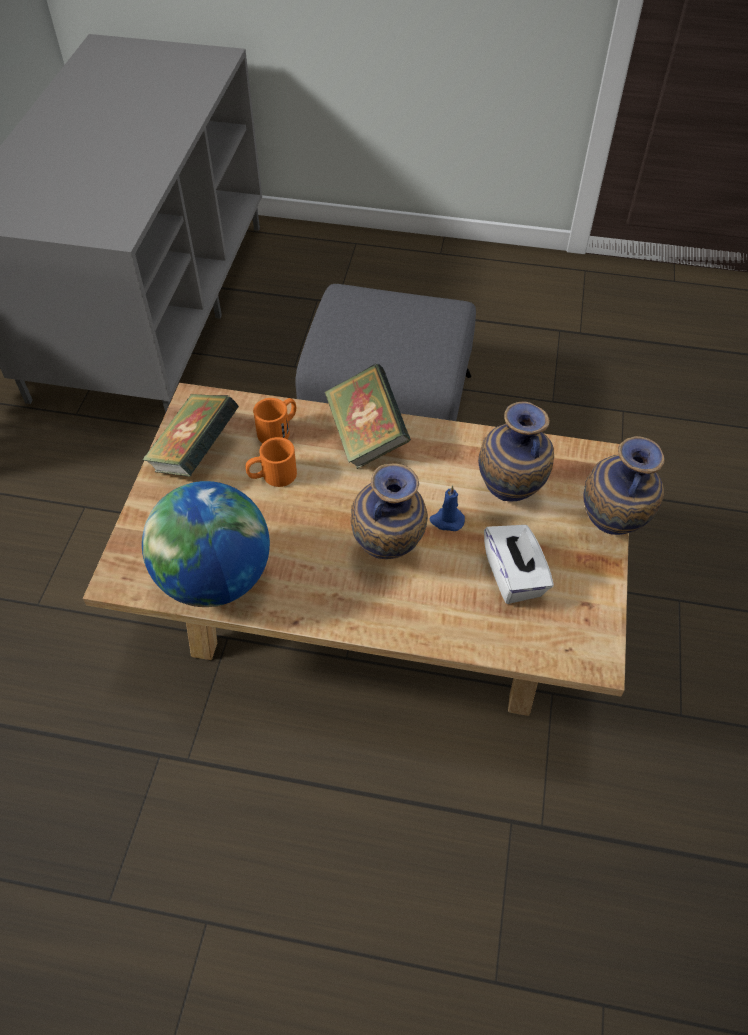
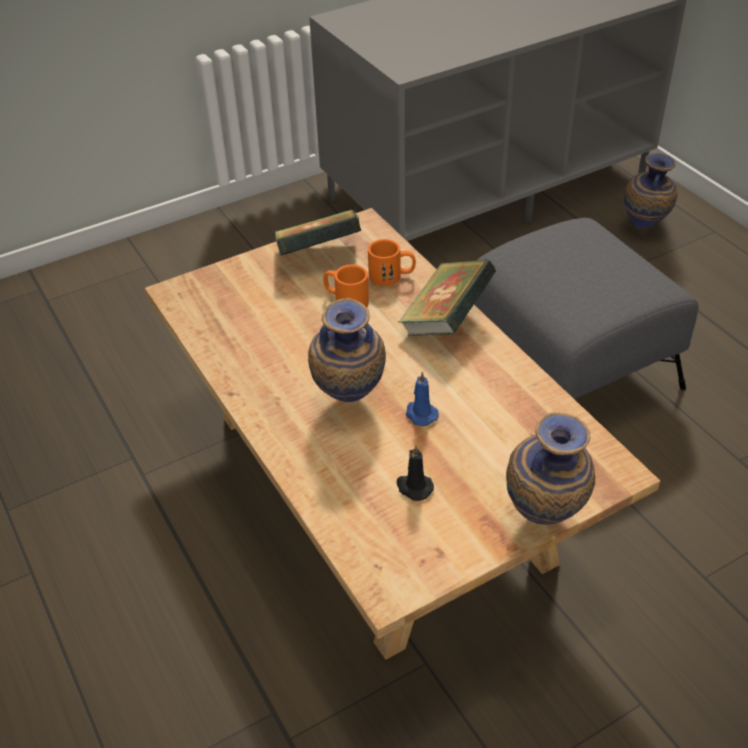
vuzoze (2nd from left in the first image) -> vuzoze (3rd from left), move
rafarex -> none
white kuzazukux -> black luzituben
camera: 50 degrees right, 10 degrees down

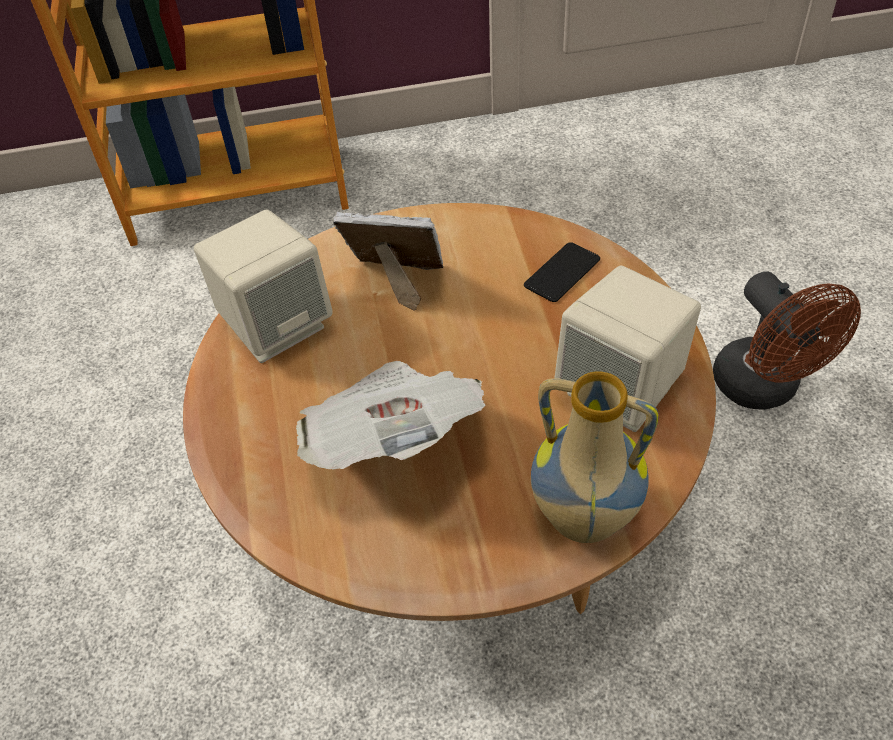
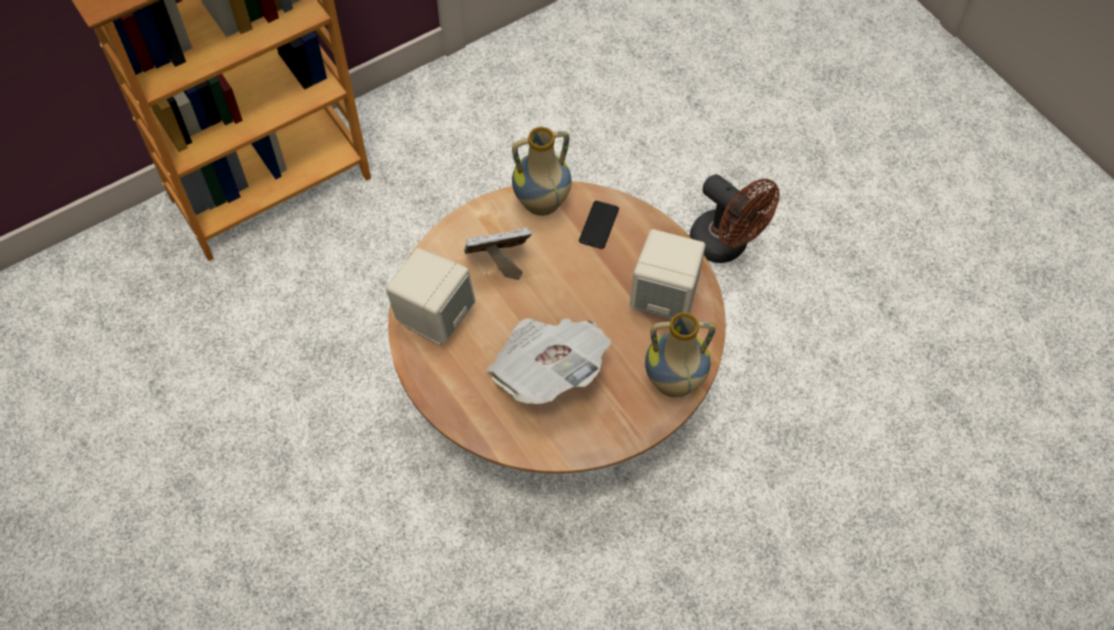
none -> vuzoze (1st from left)
camera: 25 degrees left, 10 degrees up

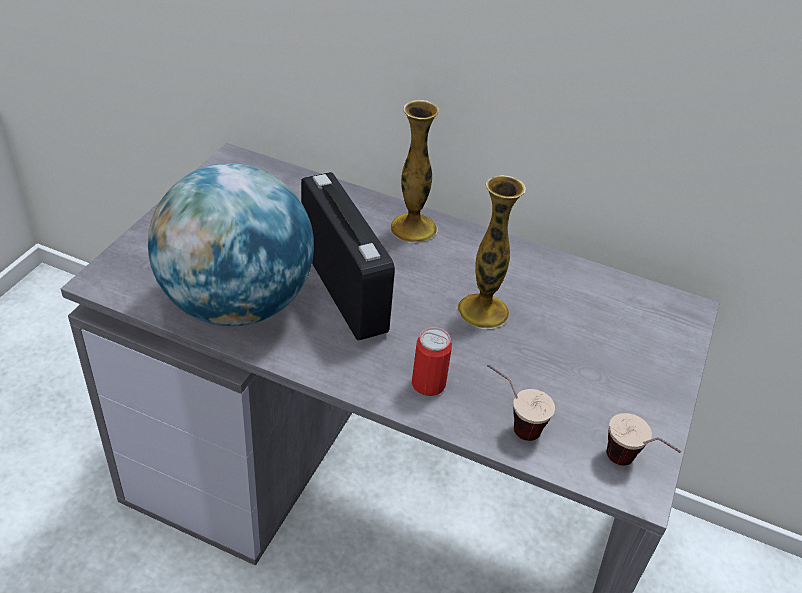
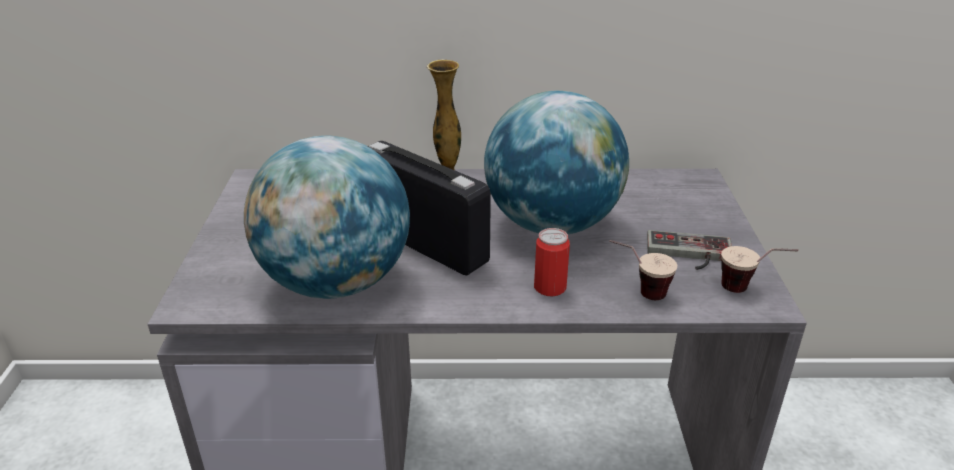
vuzoze (2nd from left) -> rafarex (2nd from left)
none -> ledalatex
camera: 20 degrees left, 10 degrees down

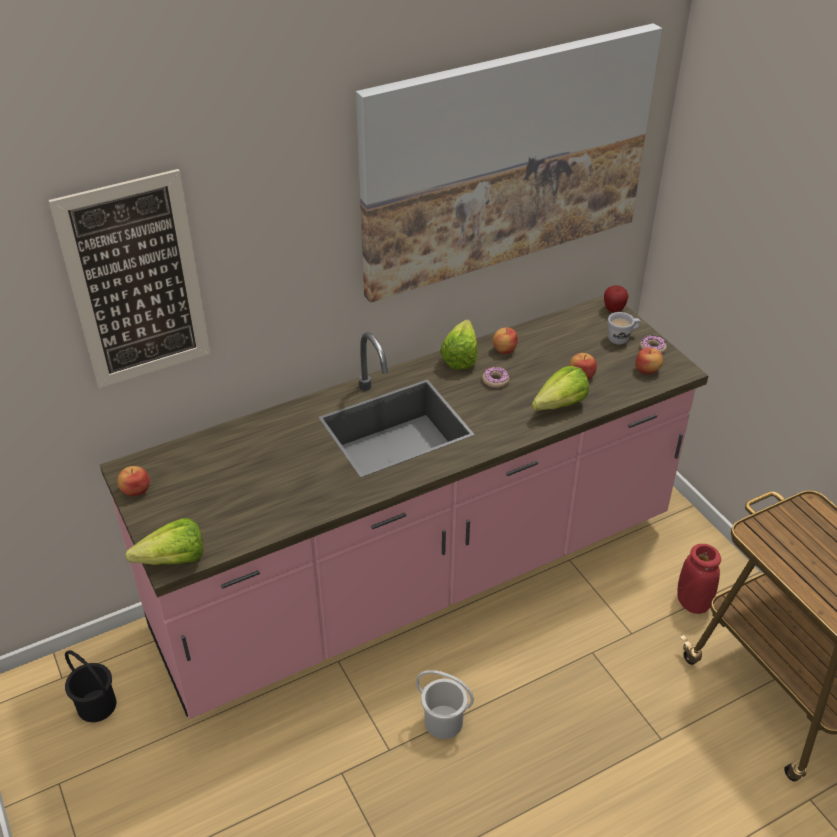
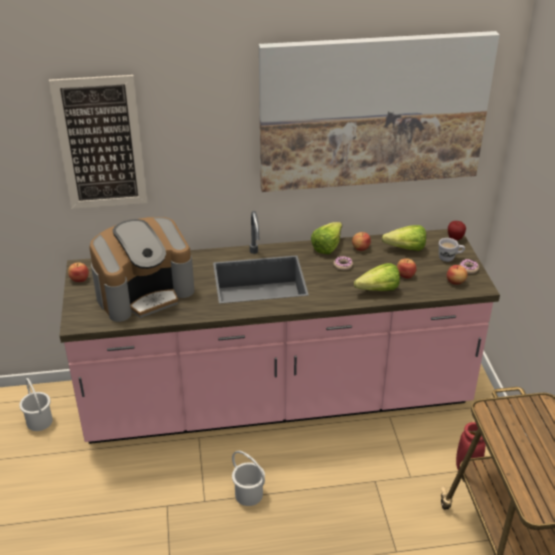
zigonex (1st from left in the first image) -> zigonex (3rd from left), move
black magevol -> white magevol (1st from left)
none -> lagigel
camera: 20 degrees right, 5 degrees down

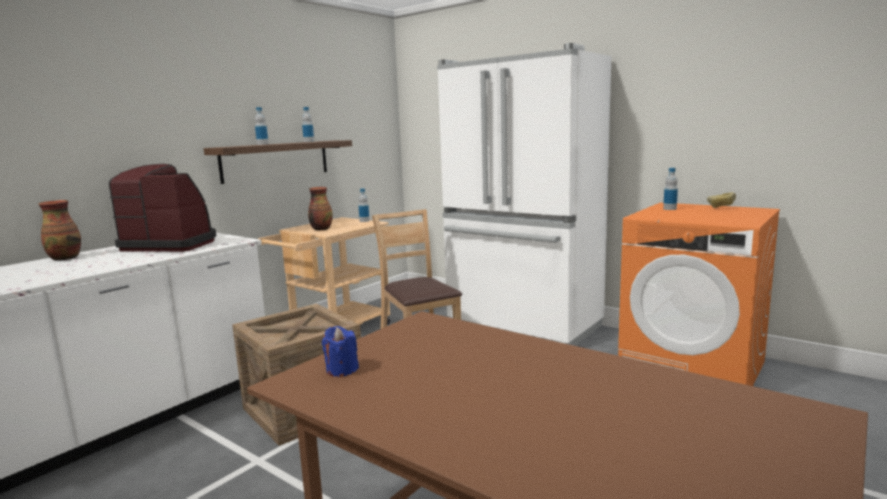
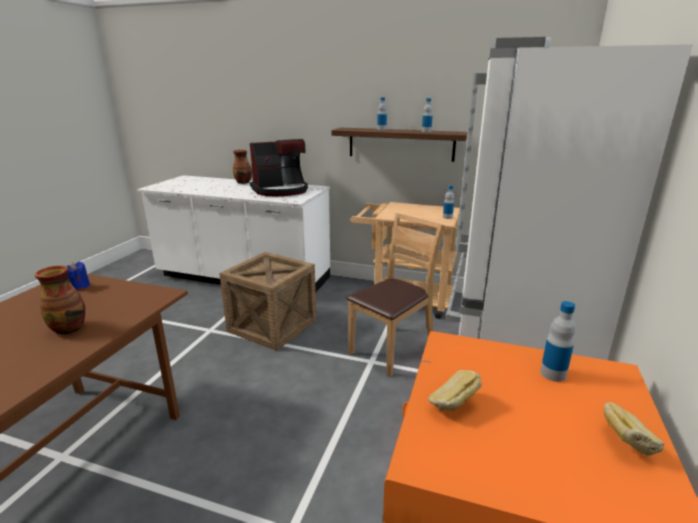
lagigel, 75 degrees clockwise
vuzoze (2nd from left in the first image) -> vuzoze (1st from left), move
none -> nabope (1st from left)
camera: 70 degrees right, 10 degrees up

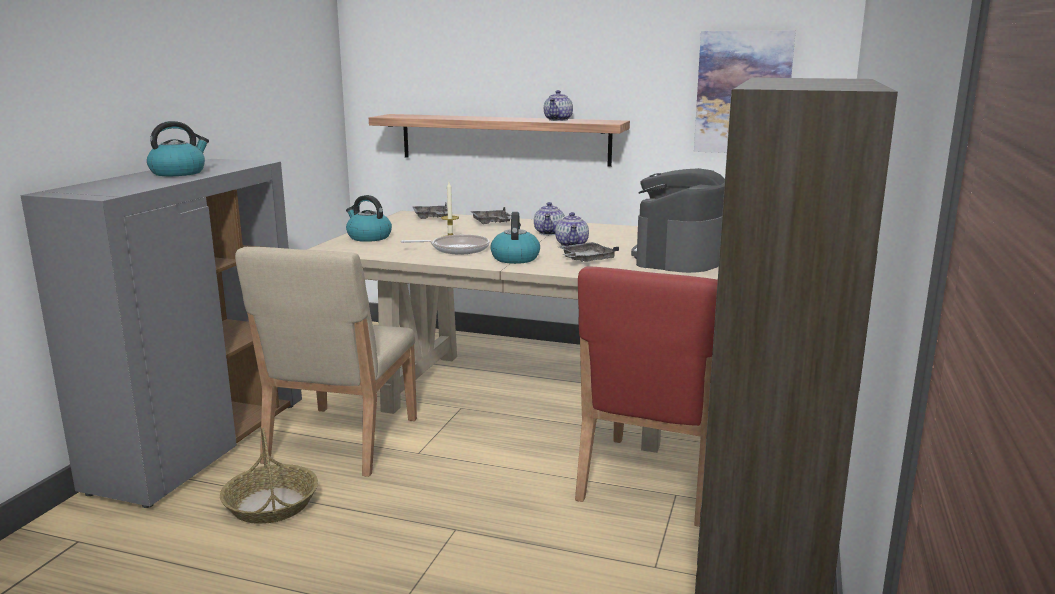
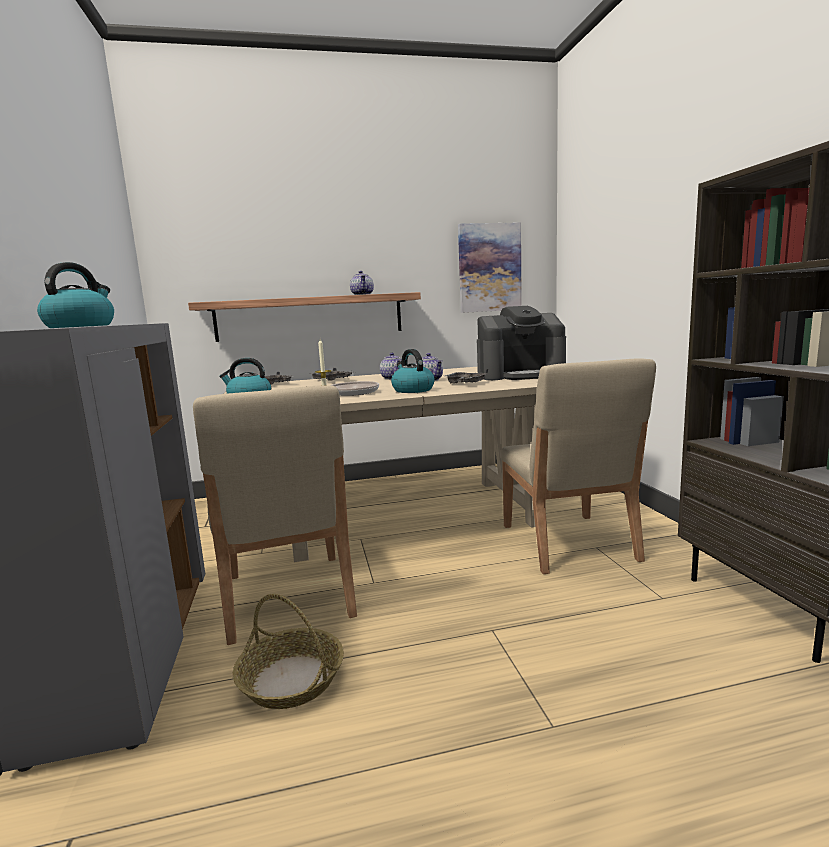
lagigel, 90 degrees counterclockwise
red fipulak -> beige fipulak (2nd from left)
camera: 30 degrees left, 5 degrees down

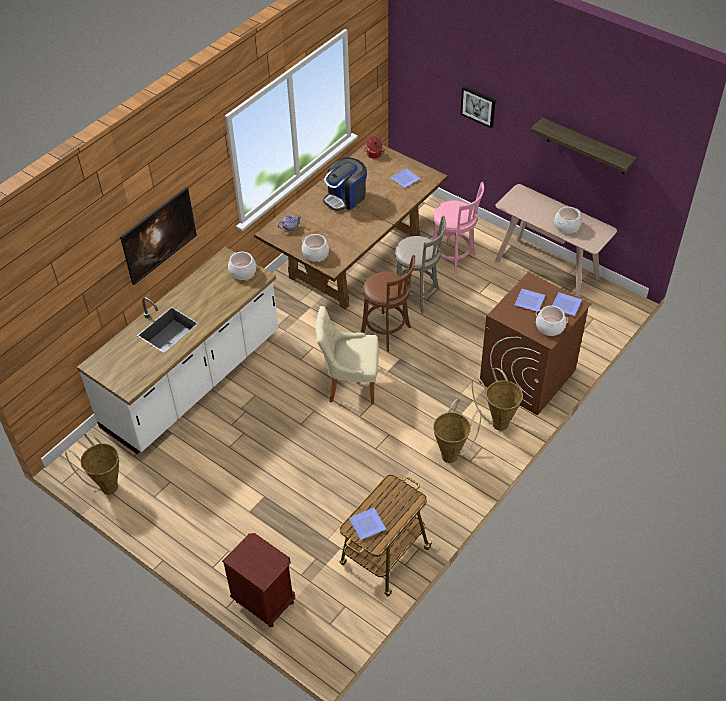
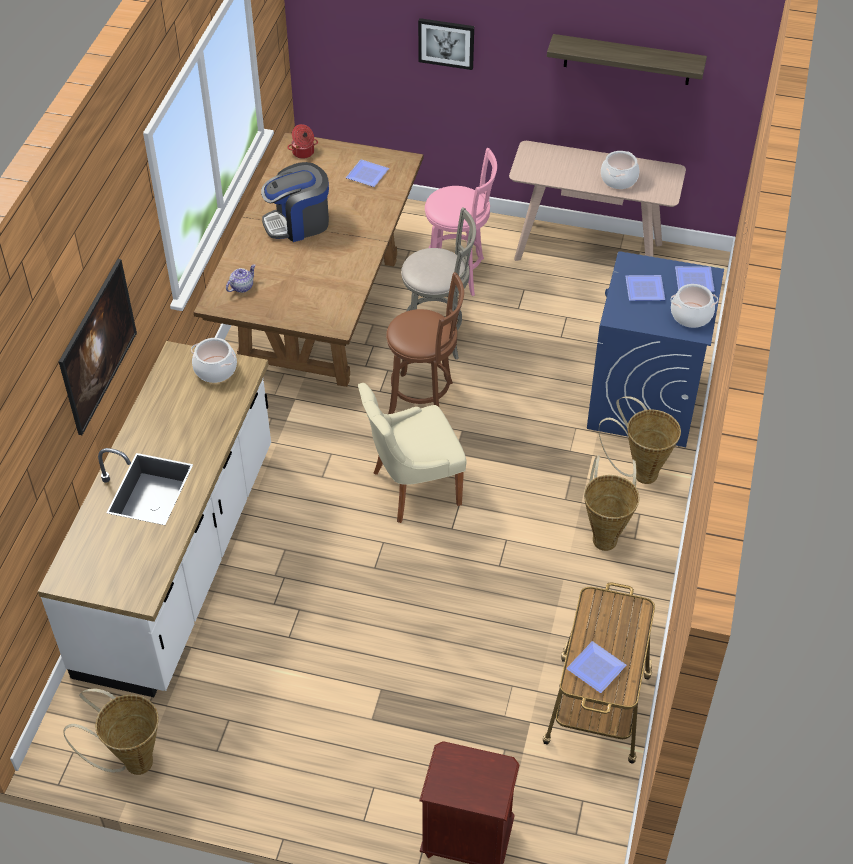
lagigel, 45 degrees clockwise
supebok (2nd from left) -> none
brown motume -> blue motume
camera: 25 degrees left, 0 degrees up

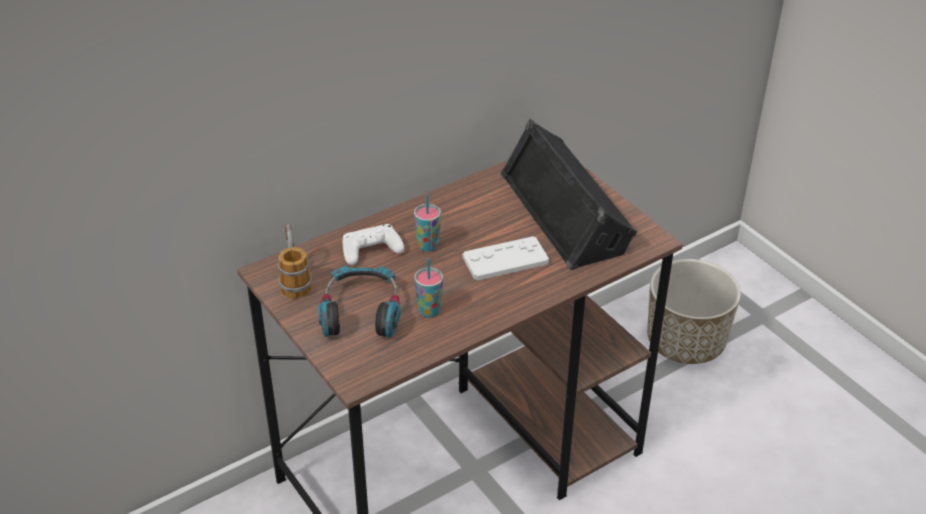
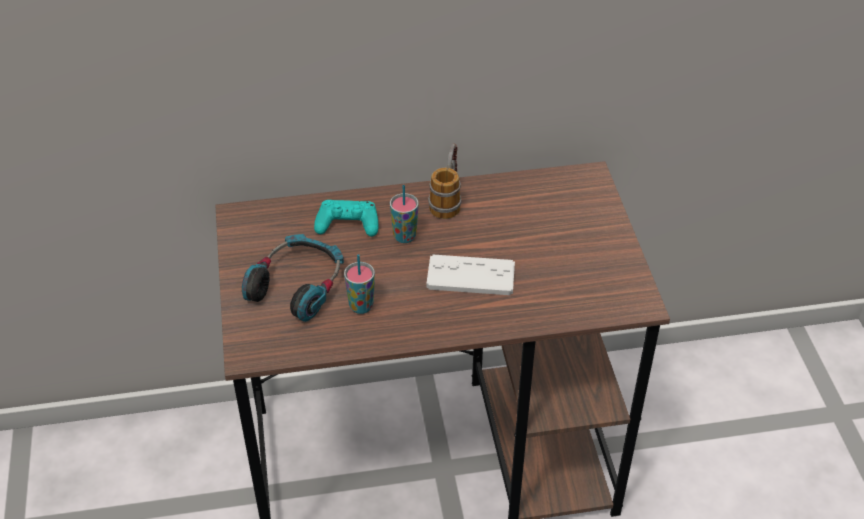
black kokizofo -> none
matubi, move
white ledalatex (1st from left) -> turquoise ledalatex
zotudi -> none
camera: 25 degrees right, 5 degrees up

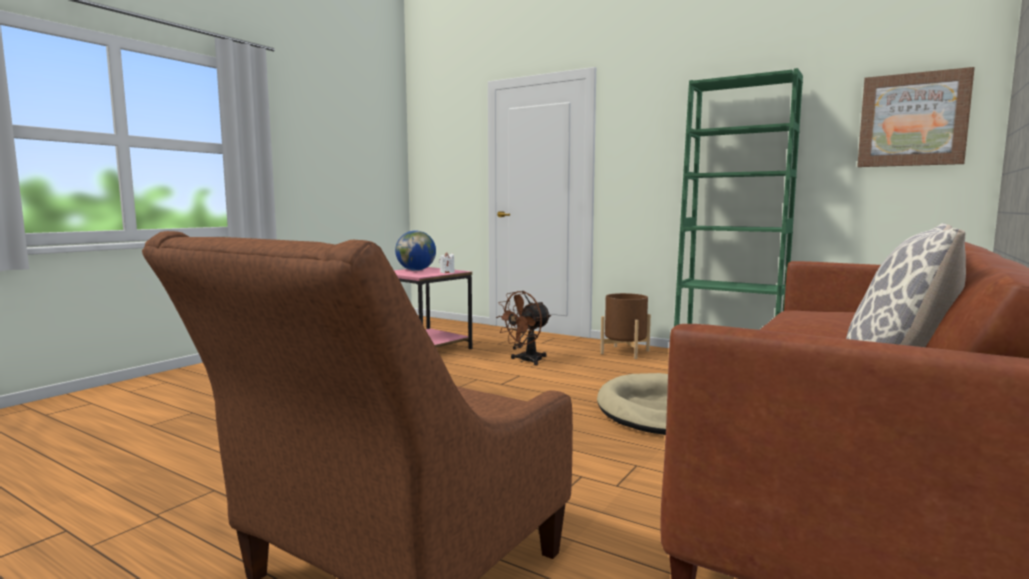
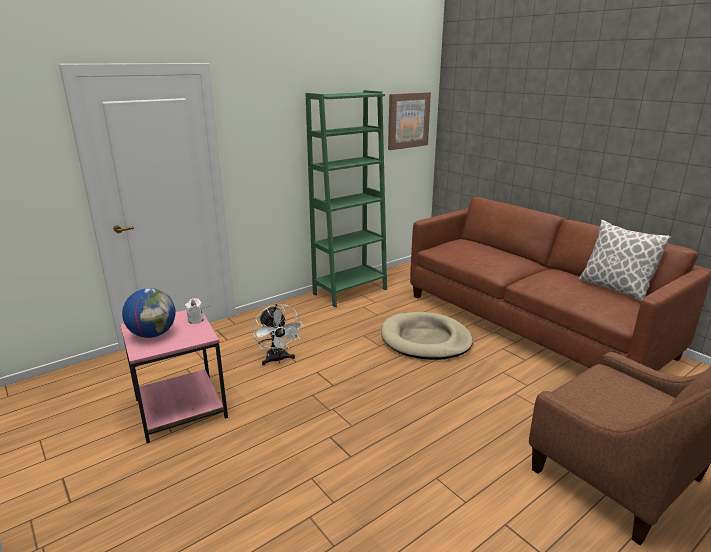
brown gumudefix -> white gumudefix
brown zotudi -> none
camera: 70 degrees left, 15 degrees up

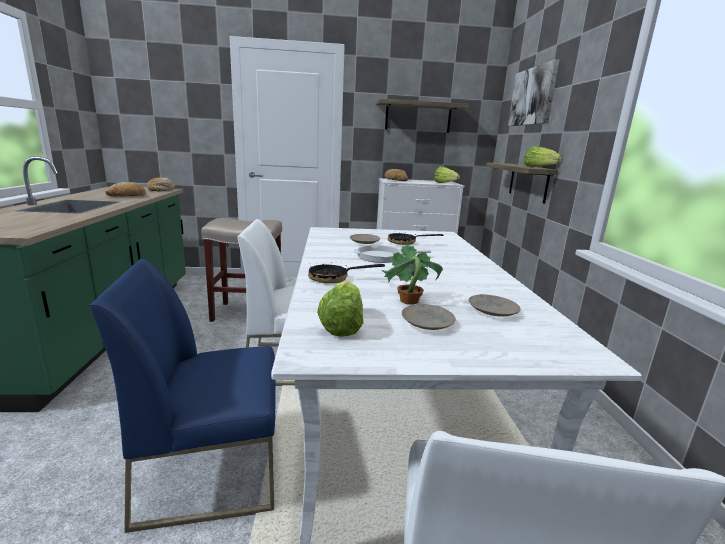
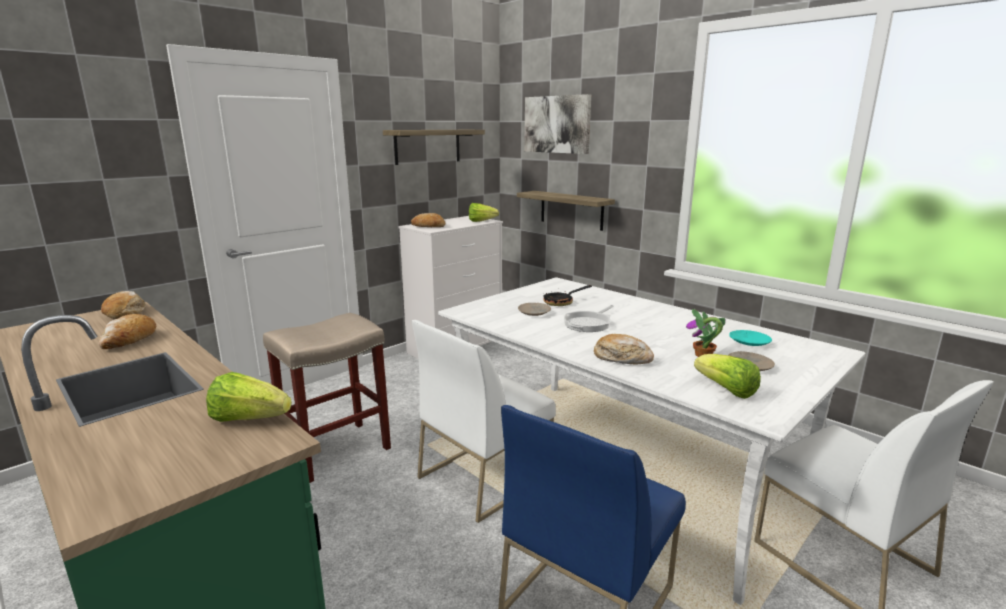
zigonex (3rd from left in the first image) -> zigonex (1st from left), move
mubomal (1st from left) -> nabope (4th from left)
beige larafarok (3rd from left) -> turquoise larafarok
camera: 40 degrees left, 0 degrees up

